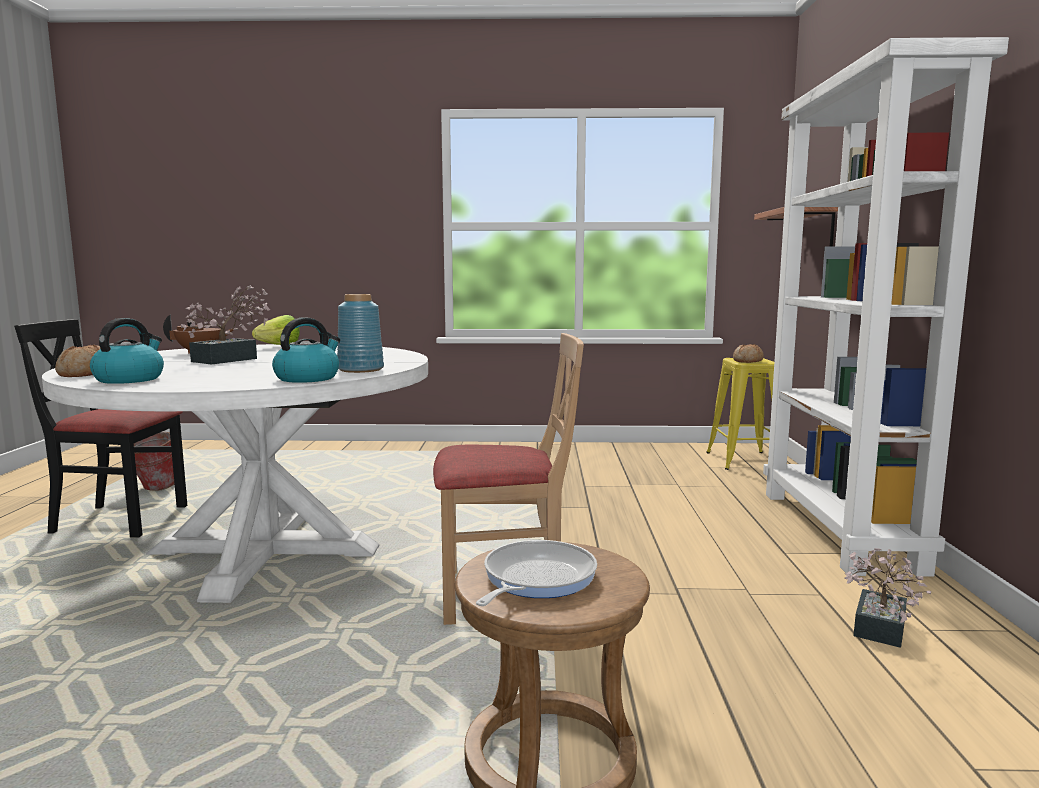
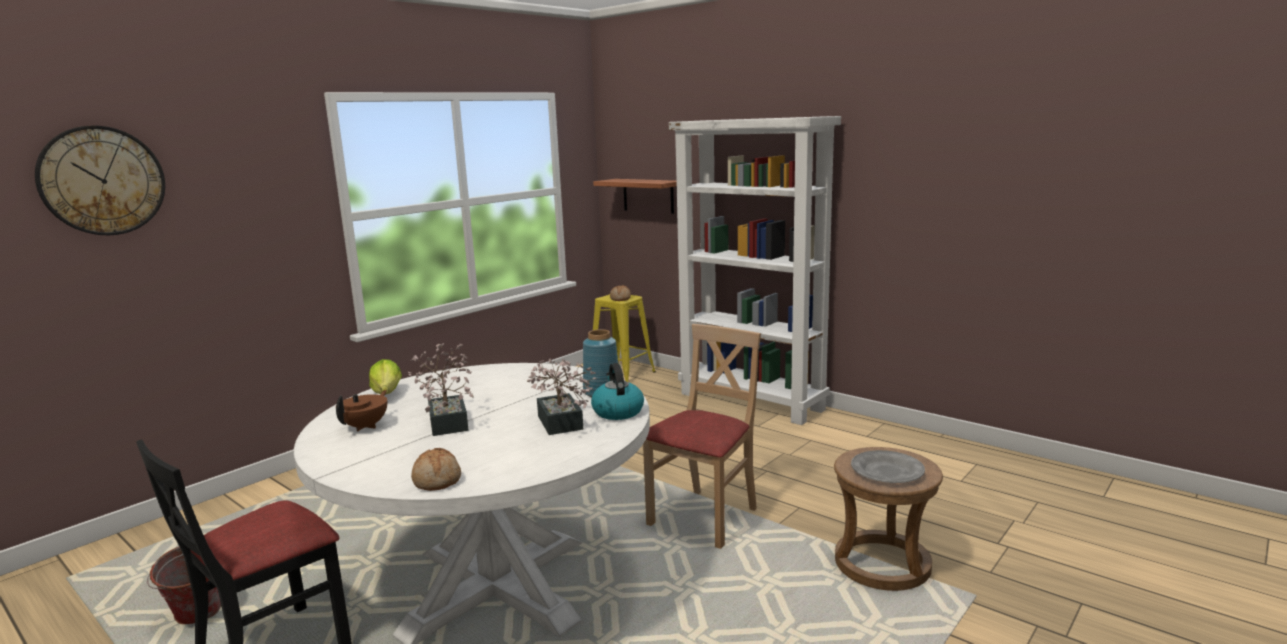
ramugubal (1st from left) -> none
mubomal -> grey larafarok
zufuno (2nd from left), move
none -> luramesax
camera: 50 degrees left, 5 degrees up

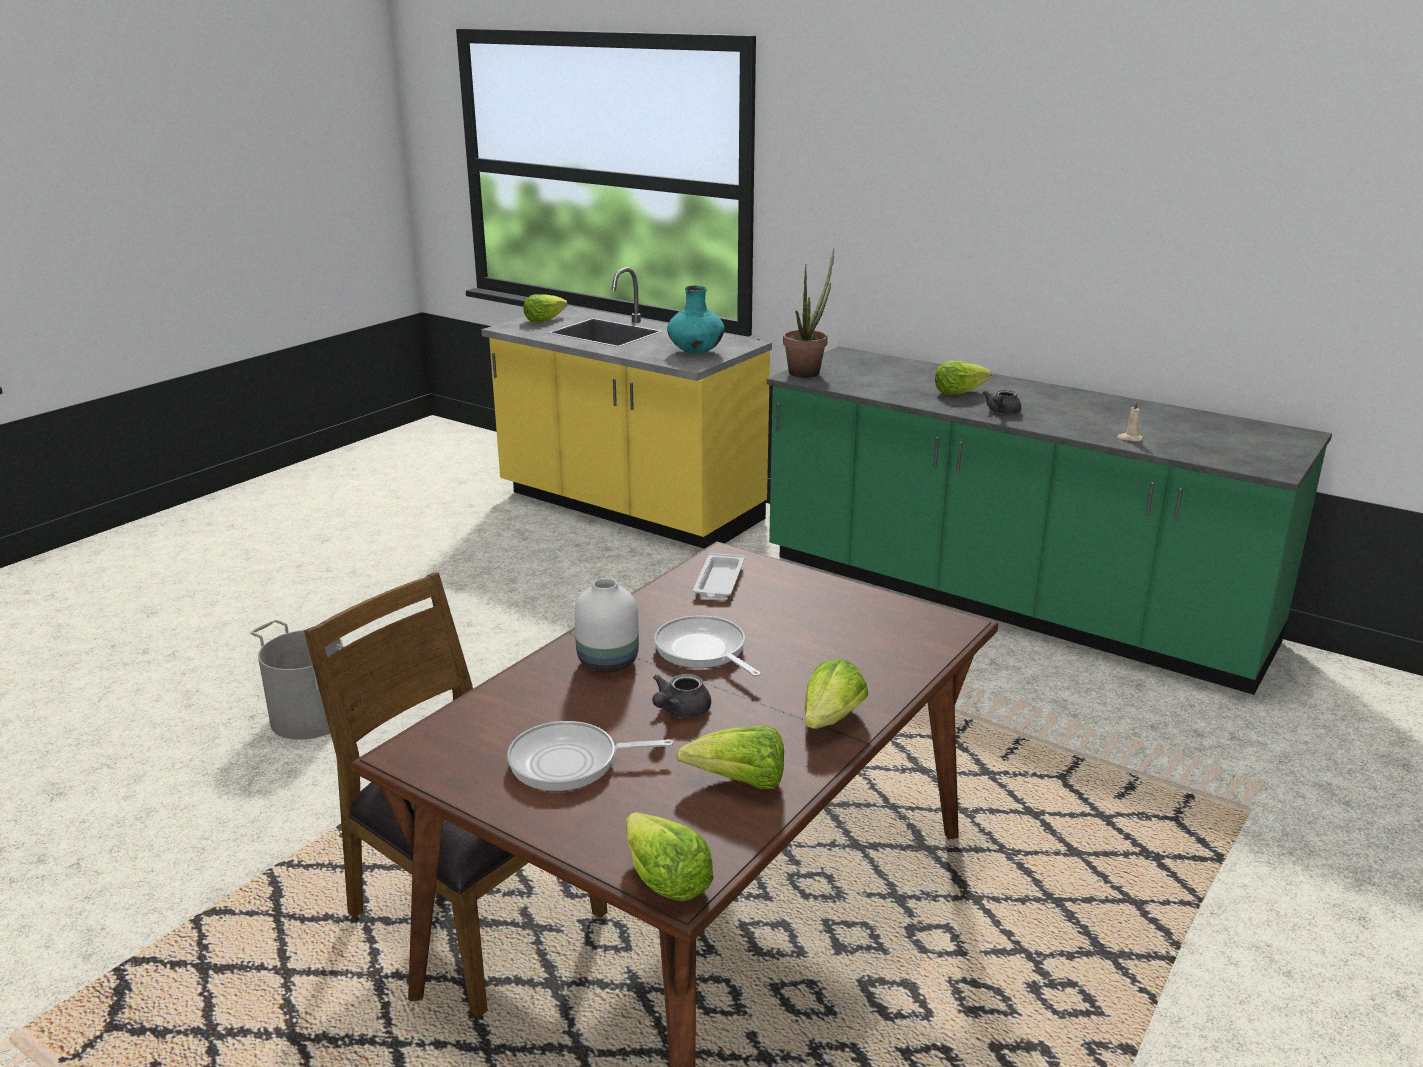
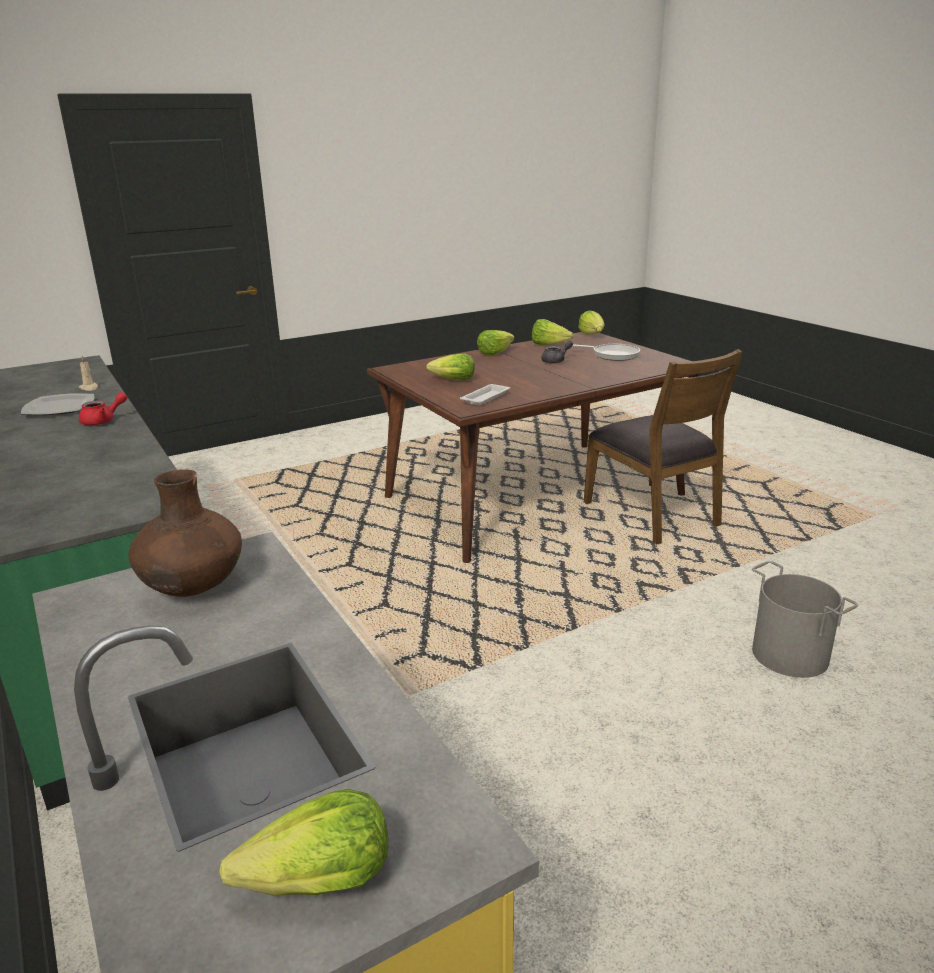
zufuno -> none
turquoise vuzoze -> brown vuzoze
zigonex (5th from left in the first image) -> zigonex (2nd from left), move
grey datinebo (2nd from left) -> red datinebo
white vuzoze -> none
mubomal (2nd from left) -> none
none -> larafarok
camera: 155 degrees left, 0 degrees up

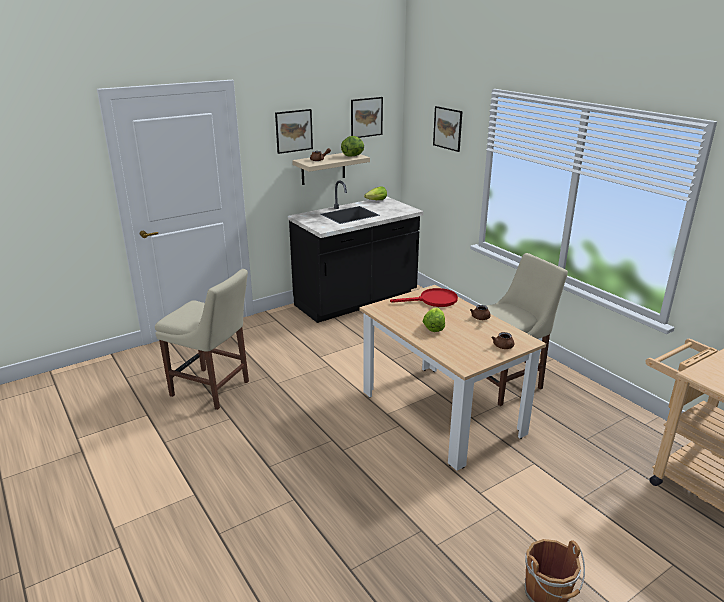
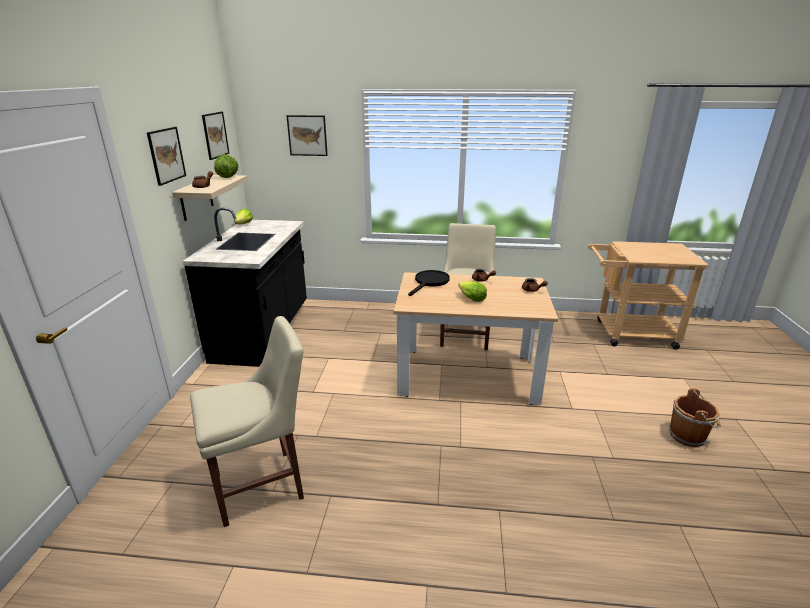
red mubomal -> black mubomal
camera: 50 degrees left, 0 degrees up

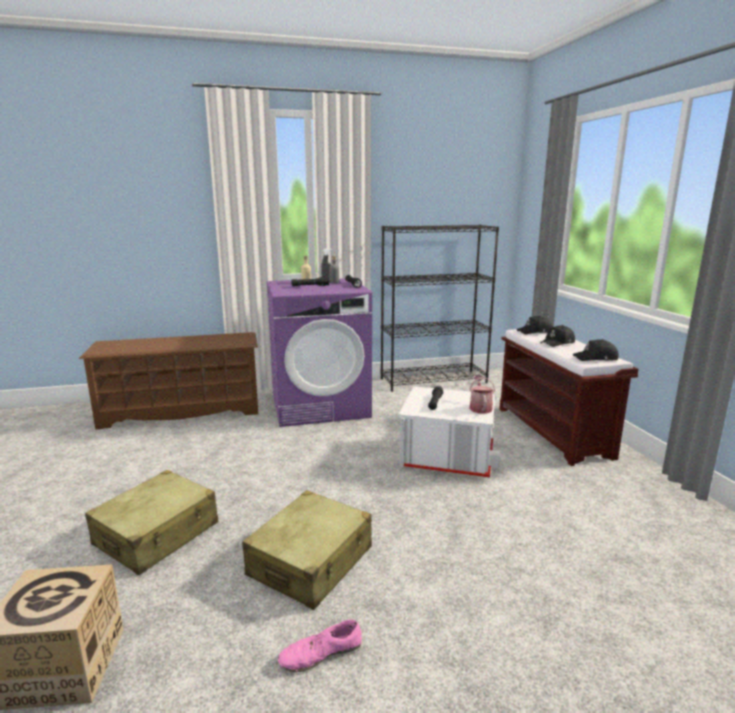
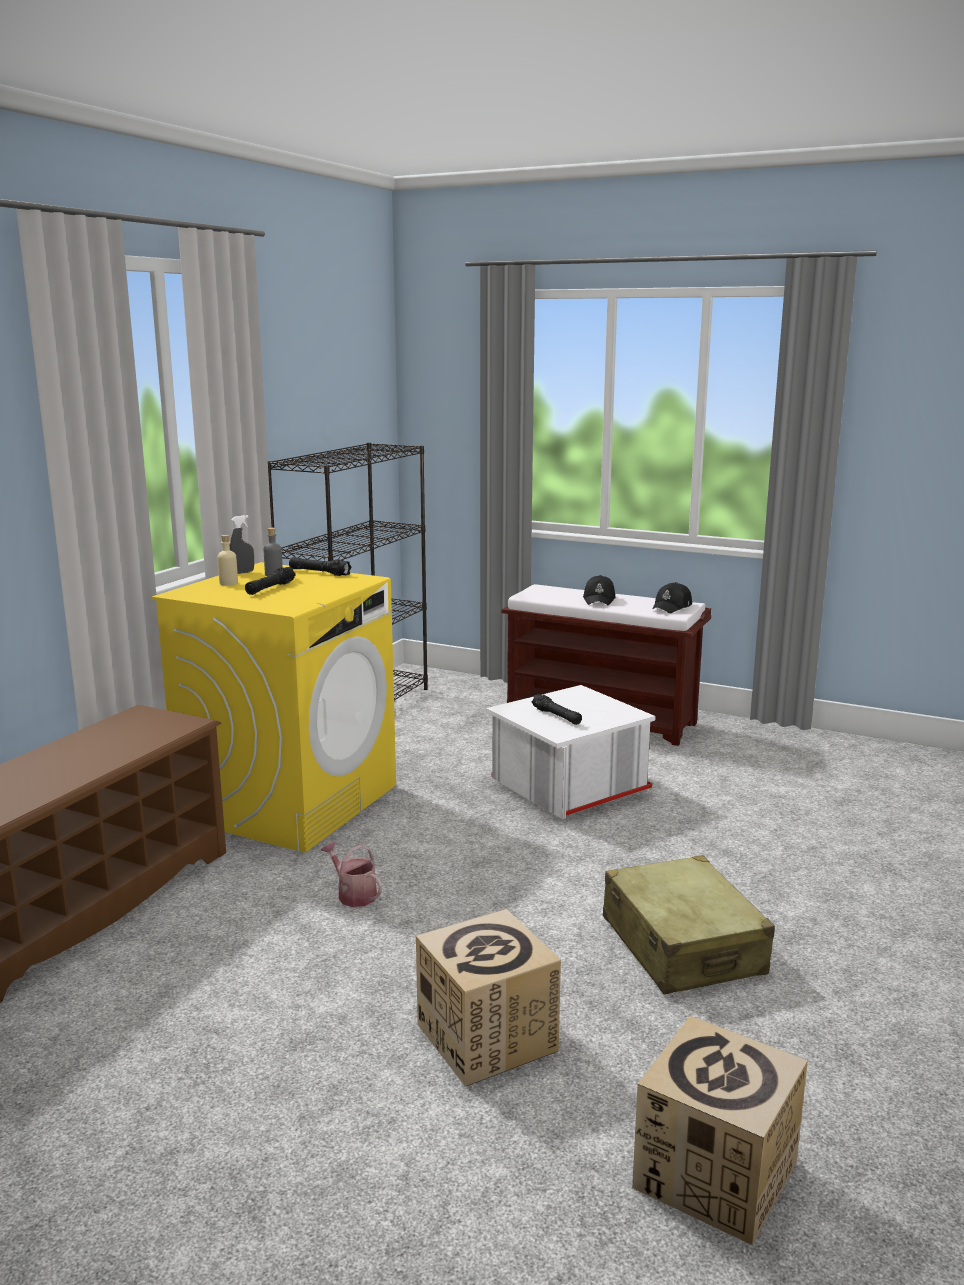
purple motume -> yellow motume
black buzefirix (1st from left) -> none
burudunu, move
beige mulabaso (1st from left) -> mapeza (1st from left)
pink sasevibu -> none
camera: 50 degrees left, 0 degrees up

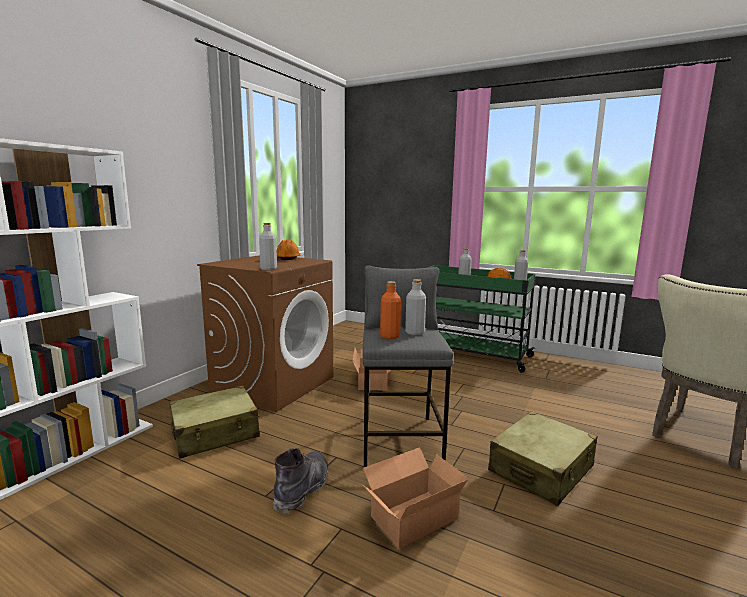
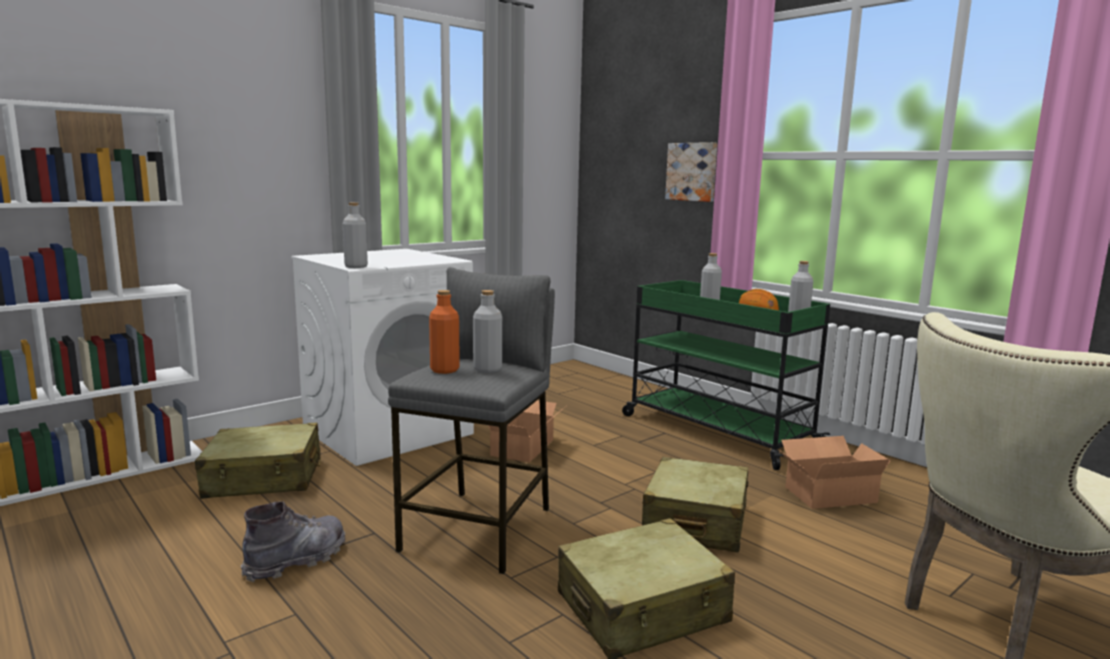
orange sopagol (1st from left) -> none
brown motume -> white motume
mapeza (2nd from left), move
none -> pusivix
none -> beige mulabaso (3rd from left)
camera: 20 degrees right, 0 degrees up

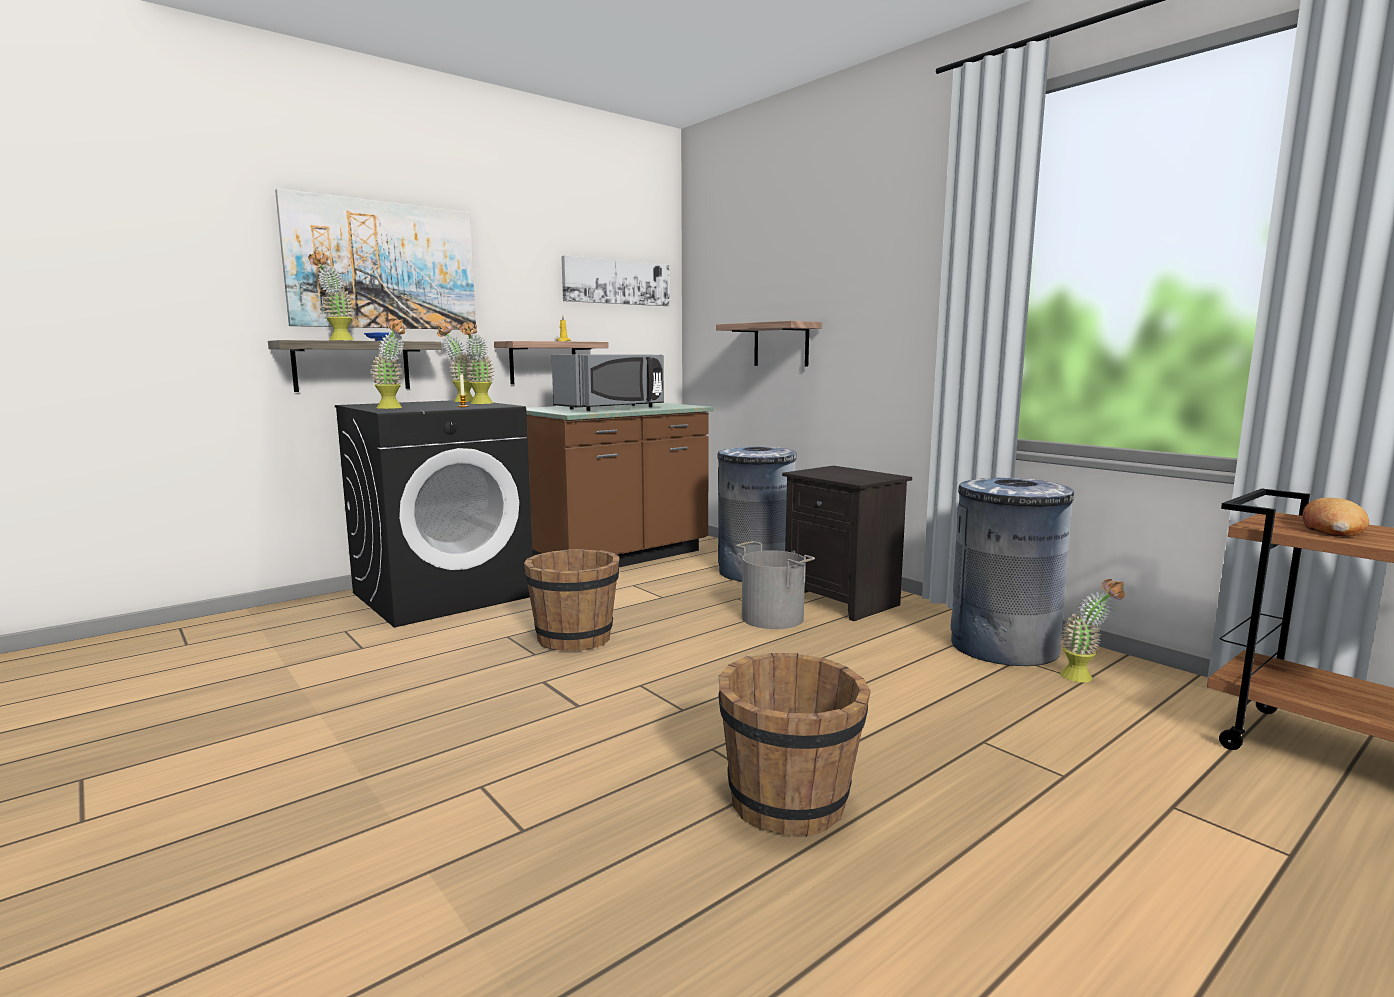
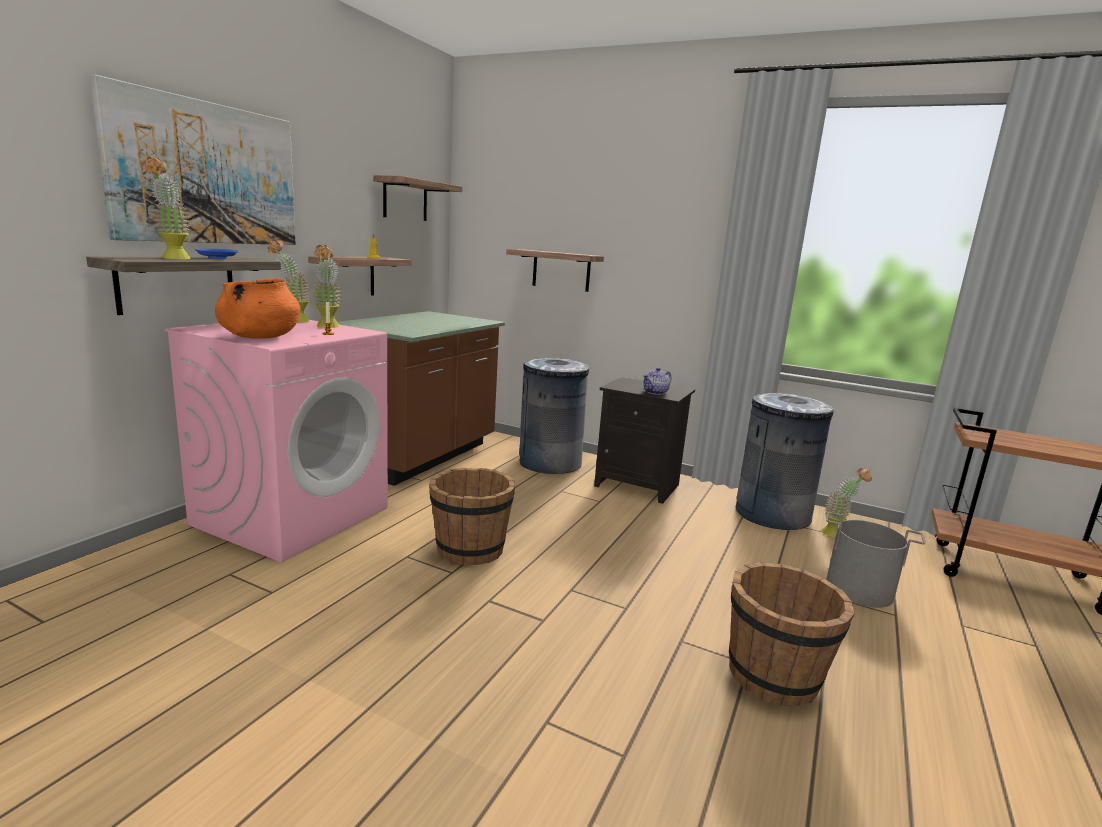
pusivix (2nd from left) -> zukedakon (3rd from left)
zufuno (2nd from left) -> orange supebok
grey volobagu -> none
black motume -> pink motume
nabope -> none
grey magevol, move
none -> datinebo
camera: 25 degrees left, 5 degrees up

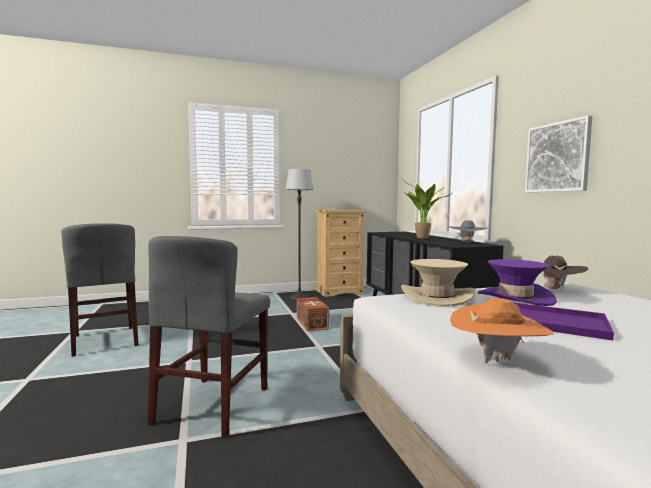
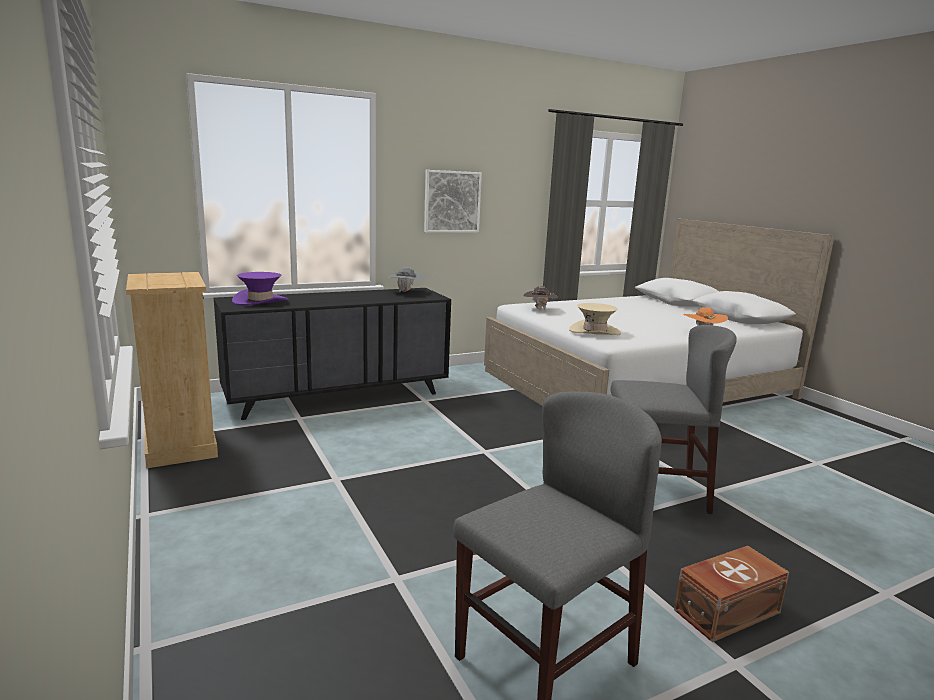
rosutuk -> none
zufuno -> none
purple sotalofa, move
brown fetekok, move
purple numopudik -> none
camera: 100 degrees left, 10 degrees up

